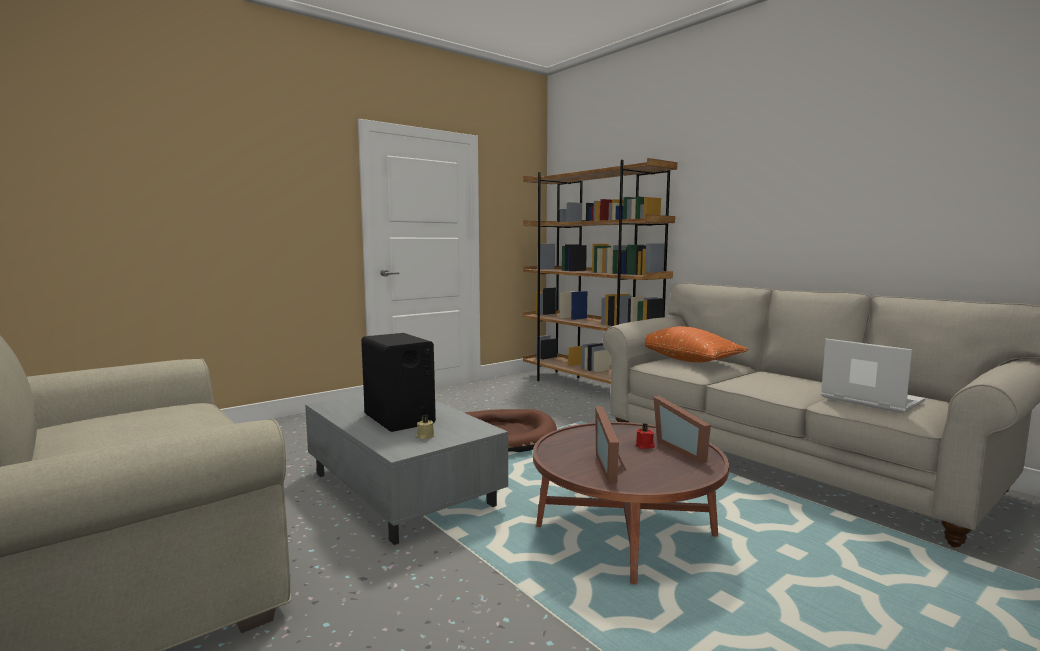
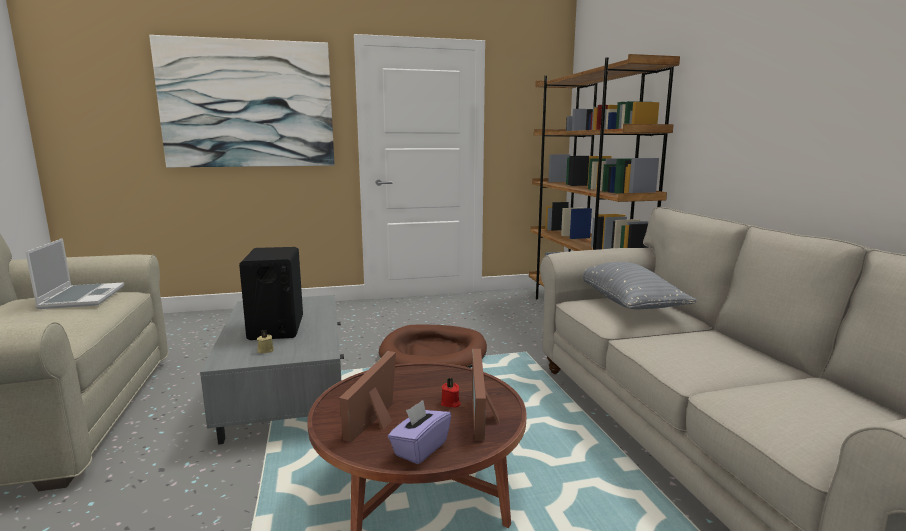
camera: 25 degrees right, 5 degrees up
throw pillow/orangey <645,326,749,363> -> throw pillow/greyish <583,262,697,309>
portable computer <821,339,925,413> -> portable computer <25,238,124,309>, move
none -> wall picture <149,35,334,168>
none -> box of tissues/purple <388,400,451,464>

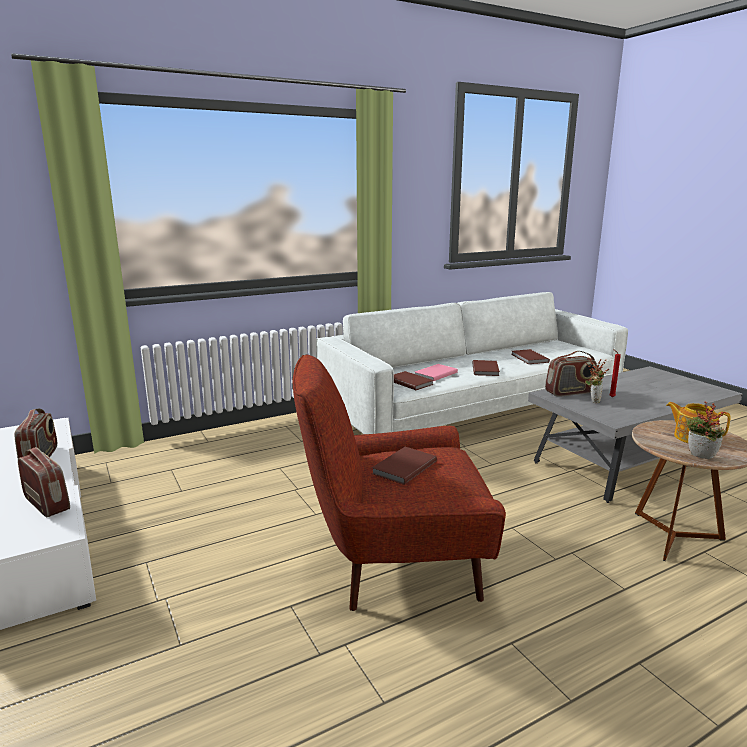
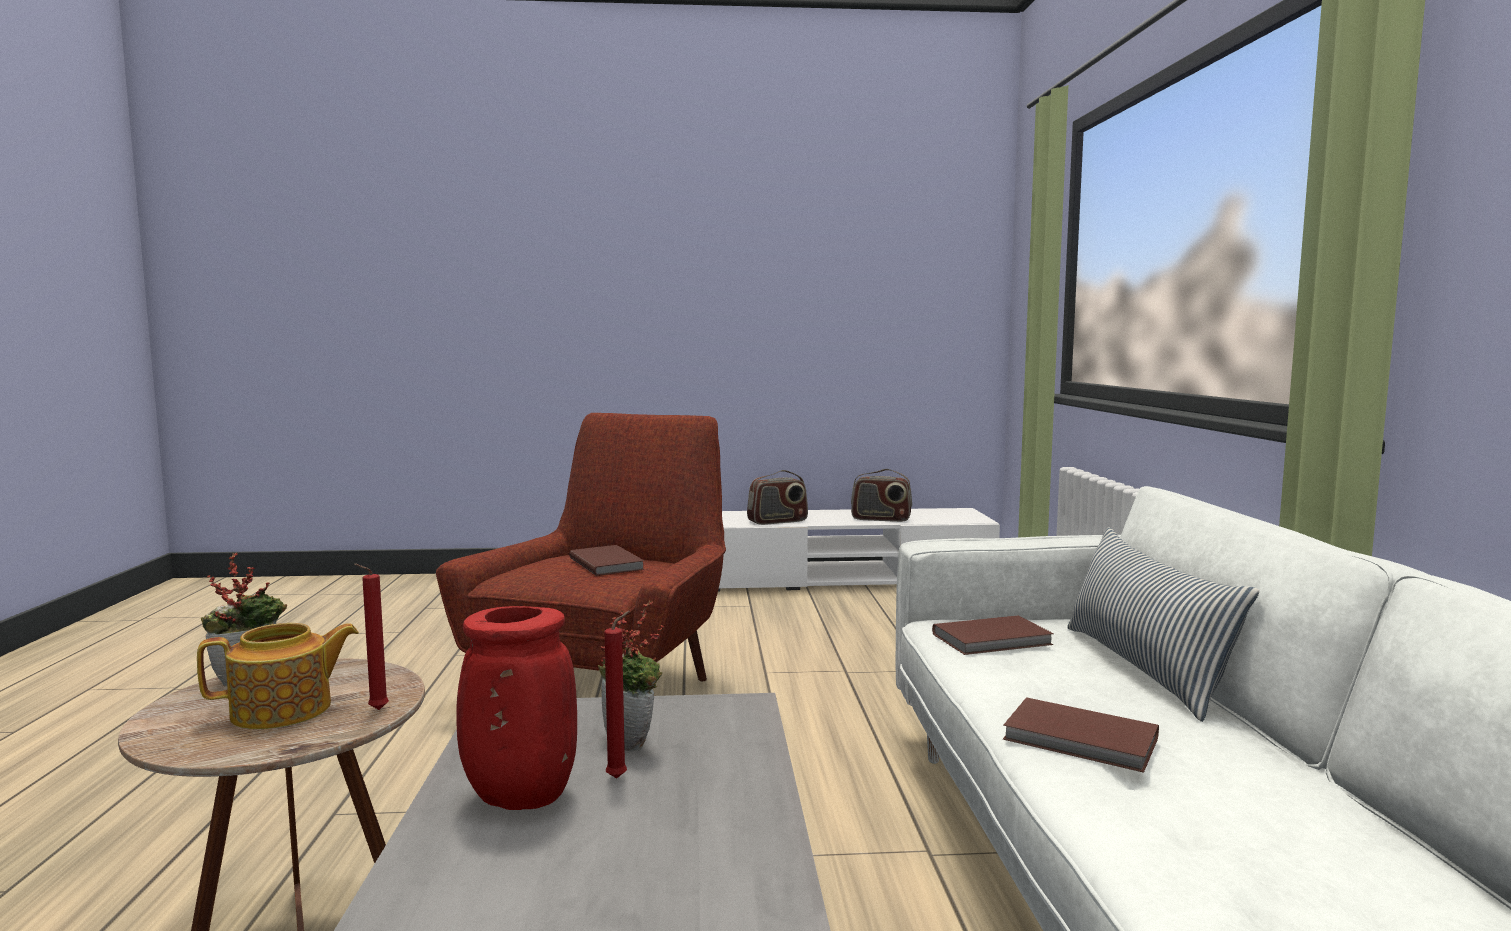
camera: 115 degrees right, 10 degrees down
book/pinkish <415,364,458,381> -> none
book/brown-coloured <511,349,550,364> -> none
radio set <545,351,597,397> -> none
none -> wax light/red-coloured <354,564,389,710>
none -> flower vase/red-coloured <456,606,577,810>
none -> throw pillow <1067,527,1259,722>

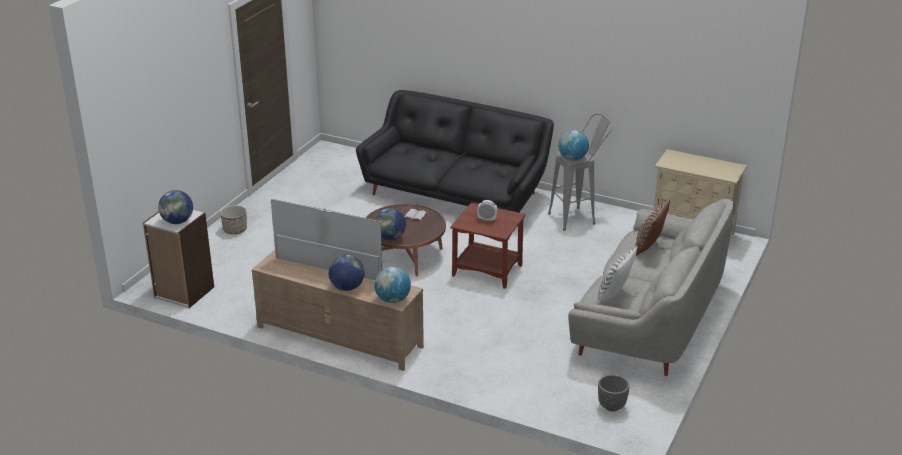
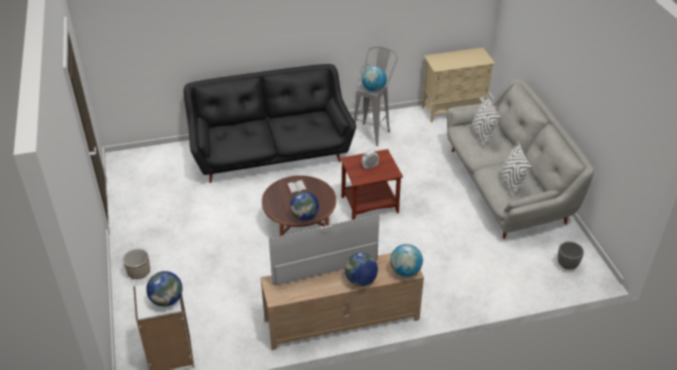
camera: 40 degrees left, 10 degrees up
throw pillow/brown-coloured <635,200,670,256> -> throw pillow/white-coloured <471,95,501,147>

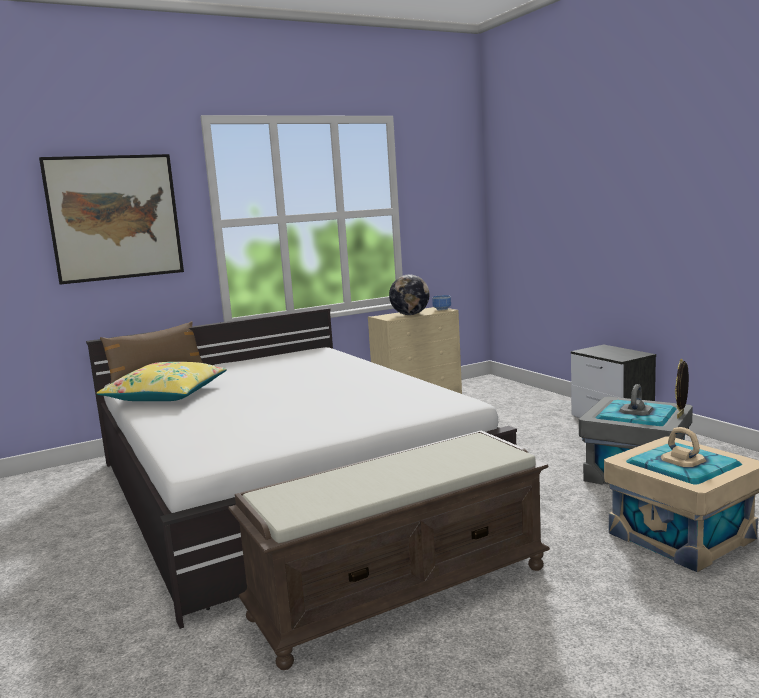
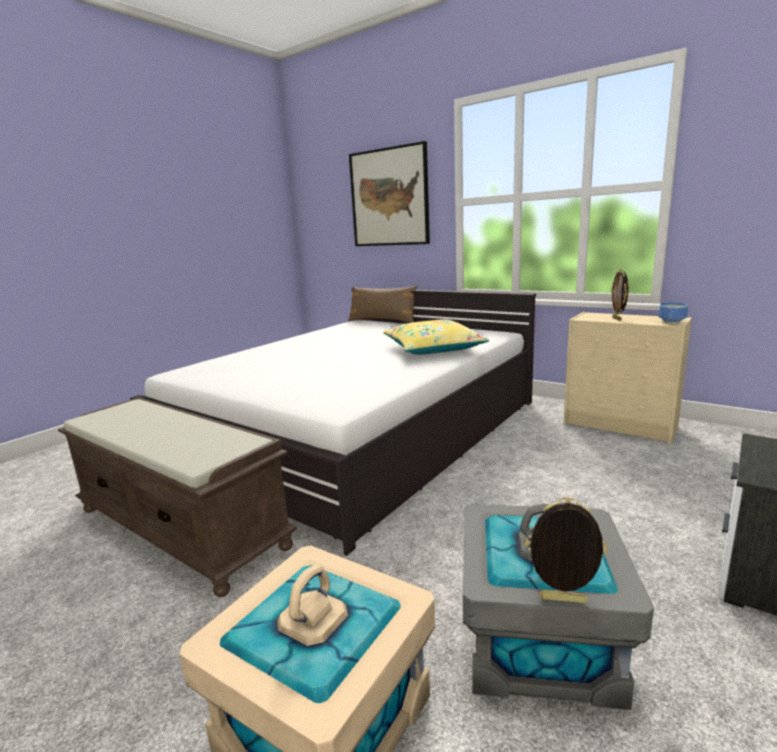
camera: 65 degrees right, 5 degrees up
throw pillow/yellow-coloured <97,362,227,401> -> throw pillow/yellow-coloured <383,319,489,355>, move
globe <389,275,429,315> -> picture frame <611,269,629,321>

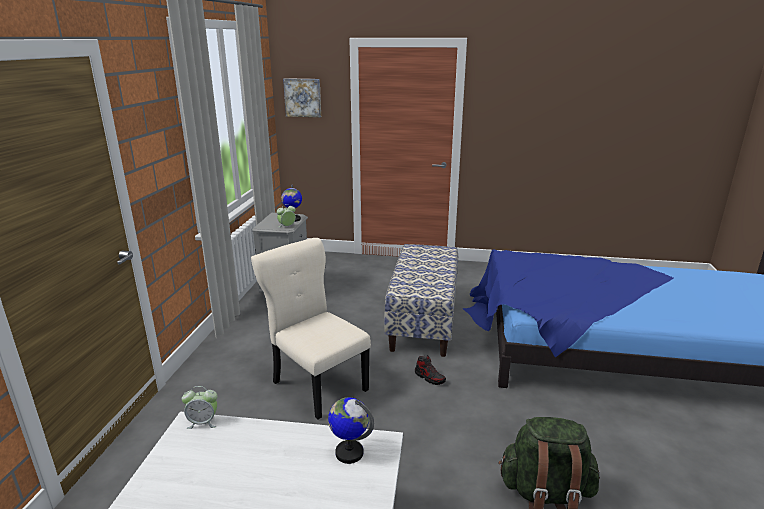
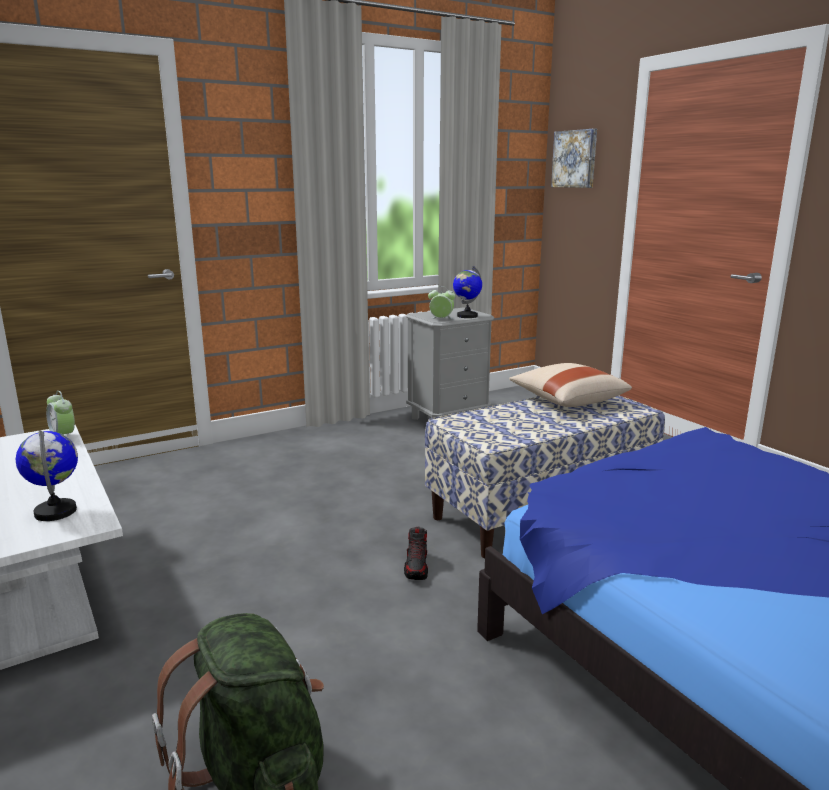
camera: 50 degrees right, 5 degrees down
plain chair/sand-coloured <251,238,371,419> -> none
none -> throw pillow/sand-coloured <509,363,632,407>

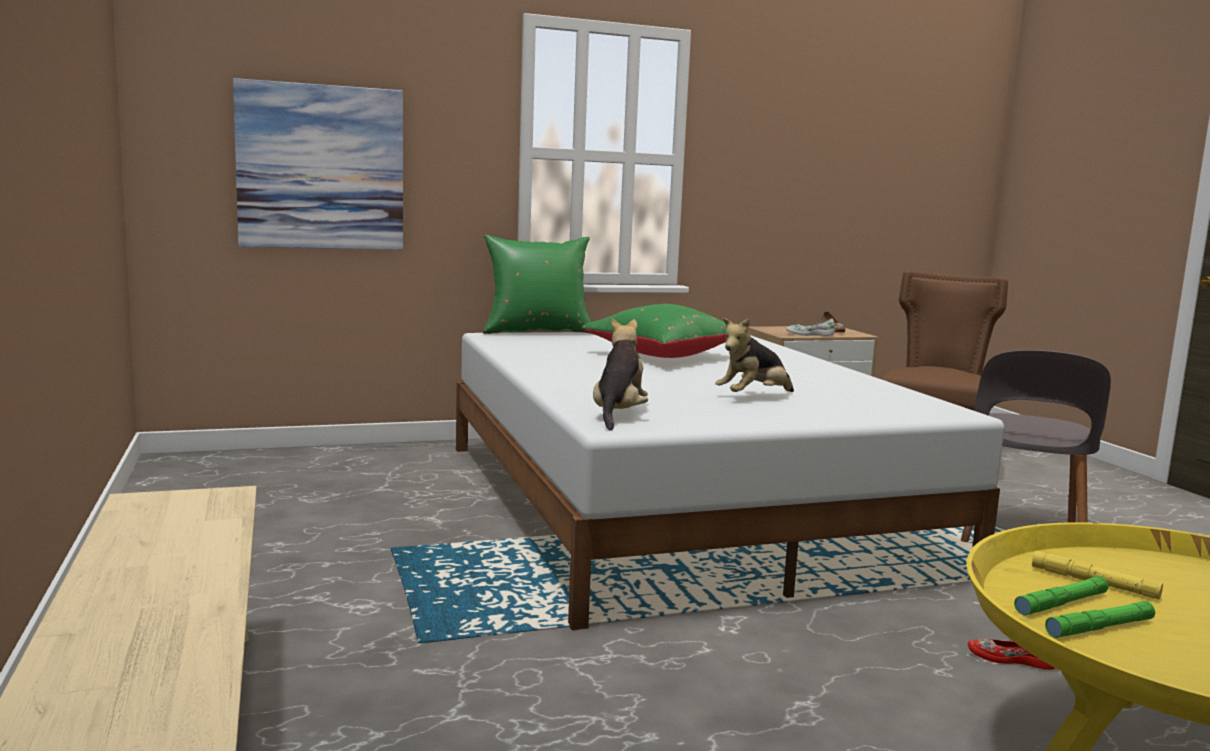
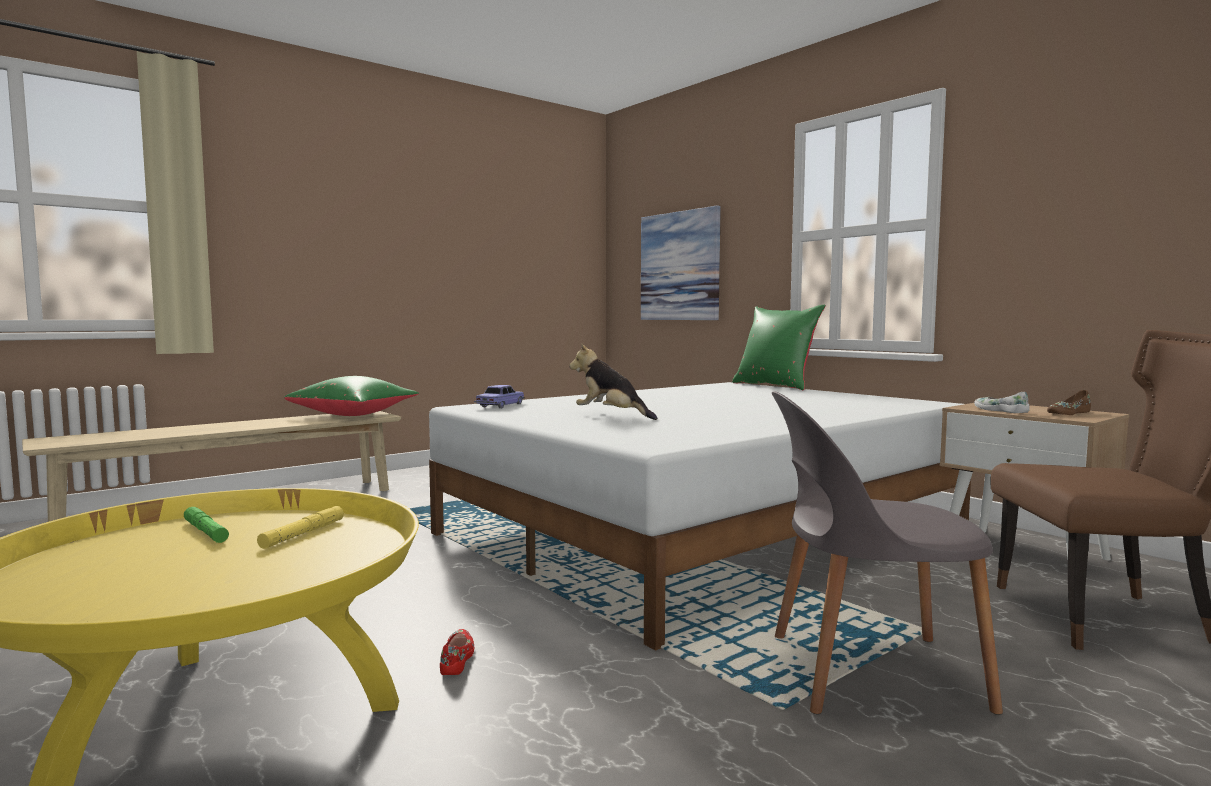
camera: 70 degrees right, 5 degrees down
throw pillow/greenish <582,304,726,358> -> throw pillow/greenish <284,376,419,416>, move
cuddly toy <593,317,648,430> -> model car <474,385,525,408>
torch/greenish <1014,576,1108,616> -> none

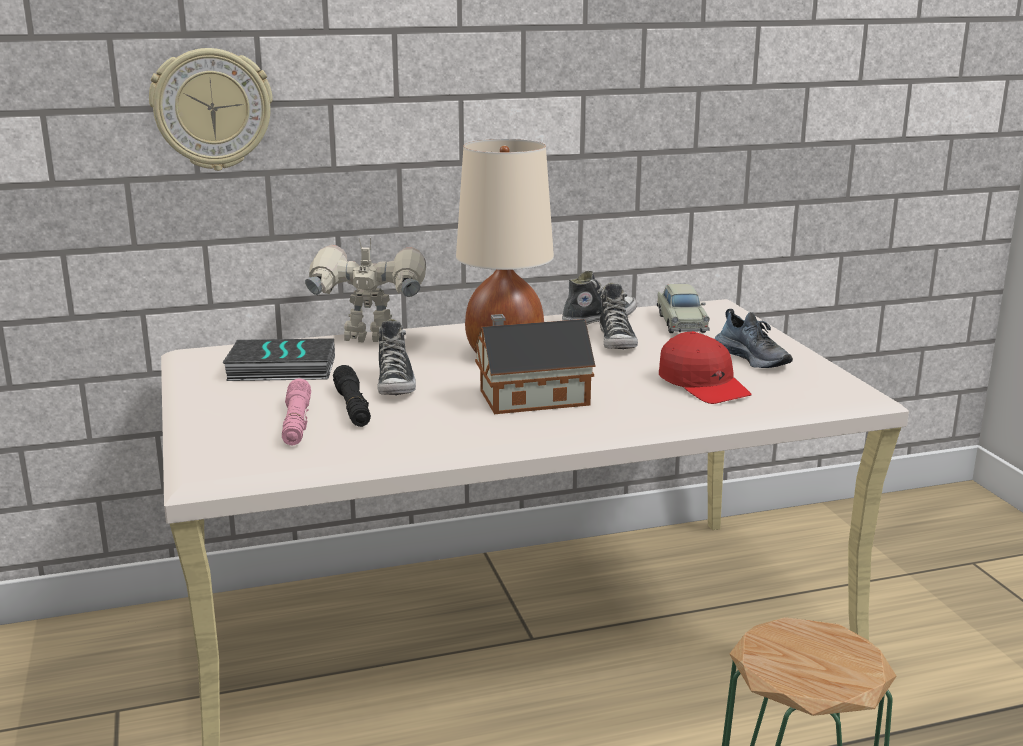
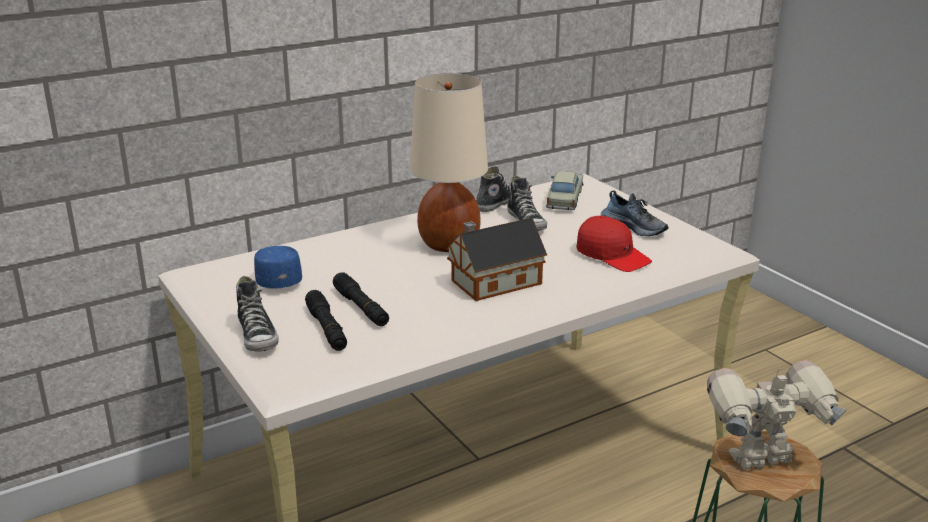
camera: 15 degrees left, 5 degrees up
wall clock <149,48,273,171> -> none
book <222,338,335,381> -> cap/bluish <254,246,302,289>
torch/pinkish <282,379,311,445> -> torch/black <305,290,347,351>
toy robot <305,238,426,342> -> toy robot <707,360,846,470>, move
item of footwear <377,319,416,396> -> item of footwear <236,276,279,352>, move
model car/sand-coloured <657,284,710,333> -> model car/sand-coloured <546,171,583,210>, 150 degrees counterclockwise

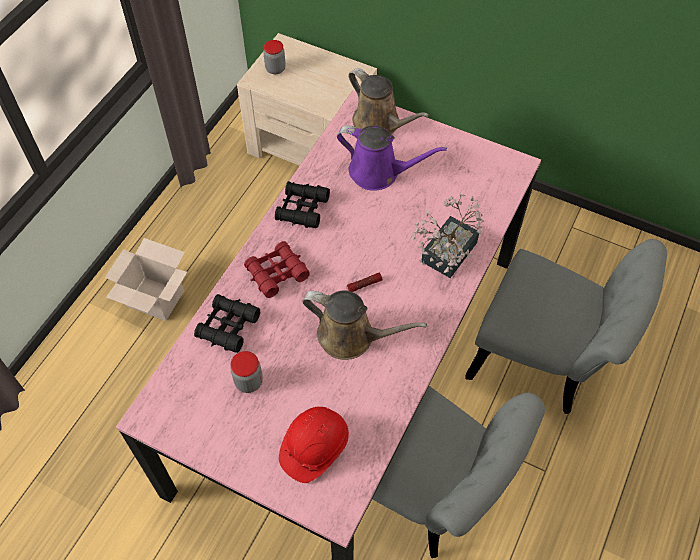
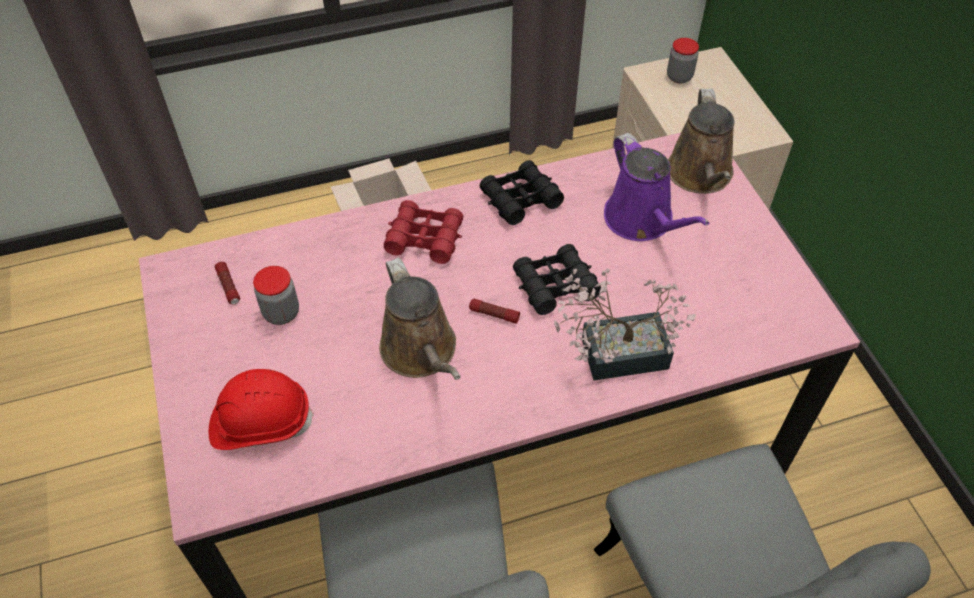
camera: 45 degrees right, 5 degrees down
binoculars/black <194,294,260,353> -> binoculars/black <513,244,601,315>, move
none -> torch <215,262,240,304>

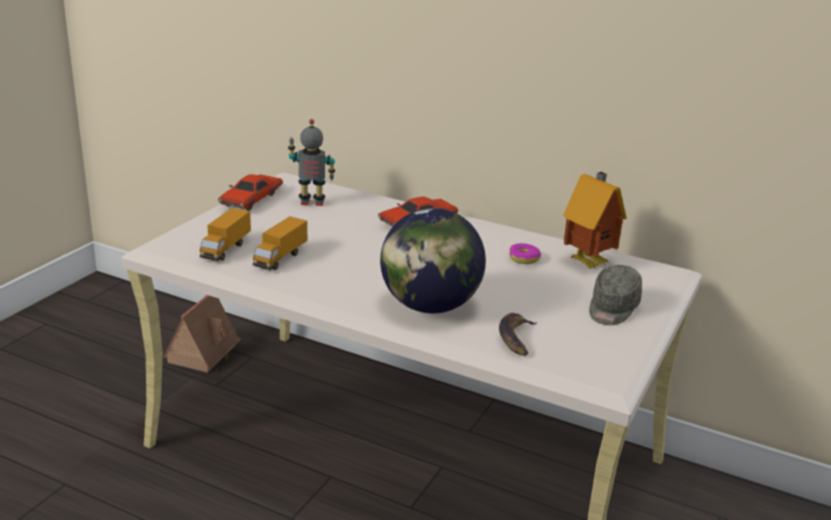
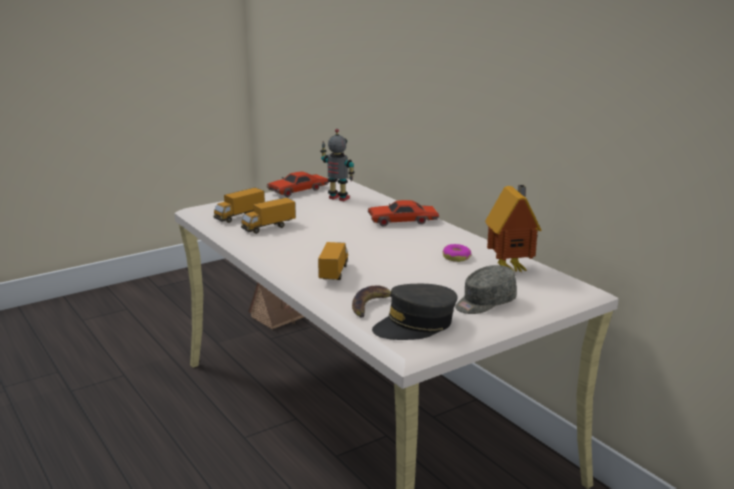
camera: 30 degrees right, 5 degrees down
globe <380,208,486,313> -> toy truck <318,242,348,280>
none -> cap/greyish <372,284,458,340>

